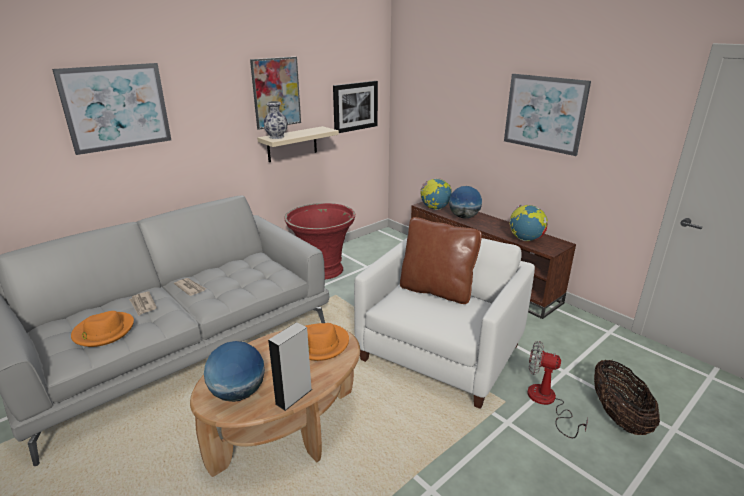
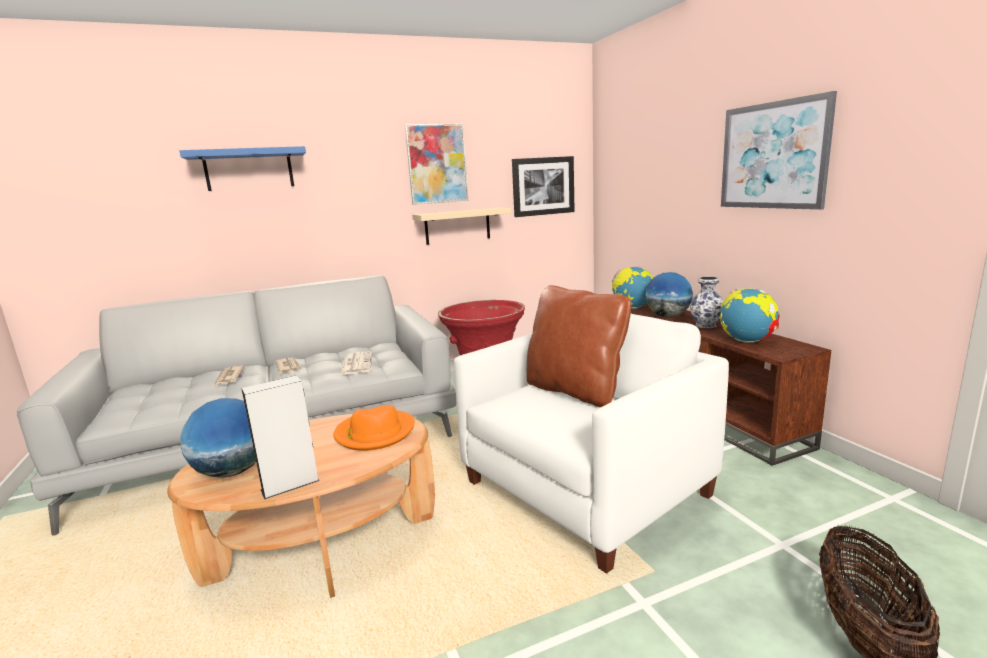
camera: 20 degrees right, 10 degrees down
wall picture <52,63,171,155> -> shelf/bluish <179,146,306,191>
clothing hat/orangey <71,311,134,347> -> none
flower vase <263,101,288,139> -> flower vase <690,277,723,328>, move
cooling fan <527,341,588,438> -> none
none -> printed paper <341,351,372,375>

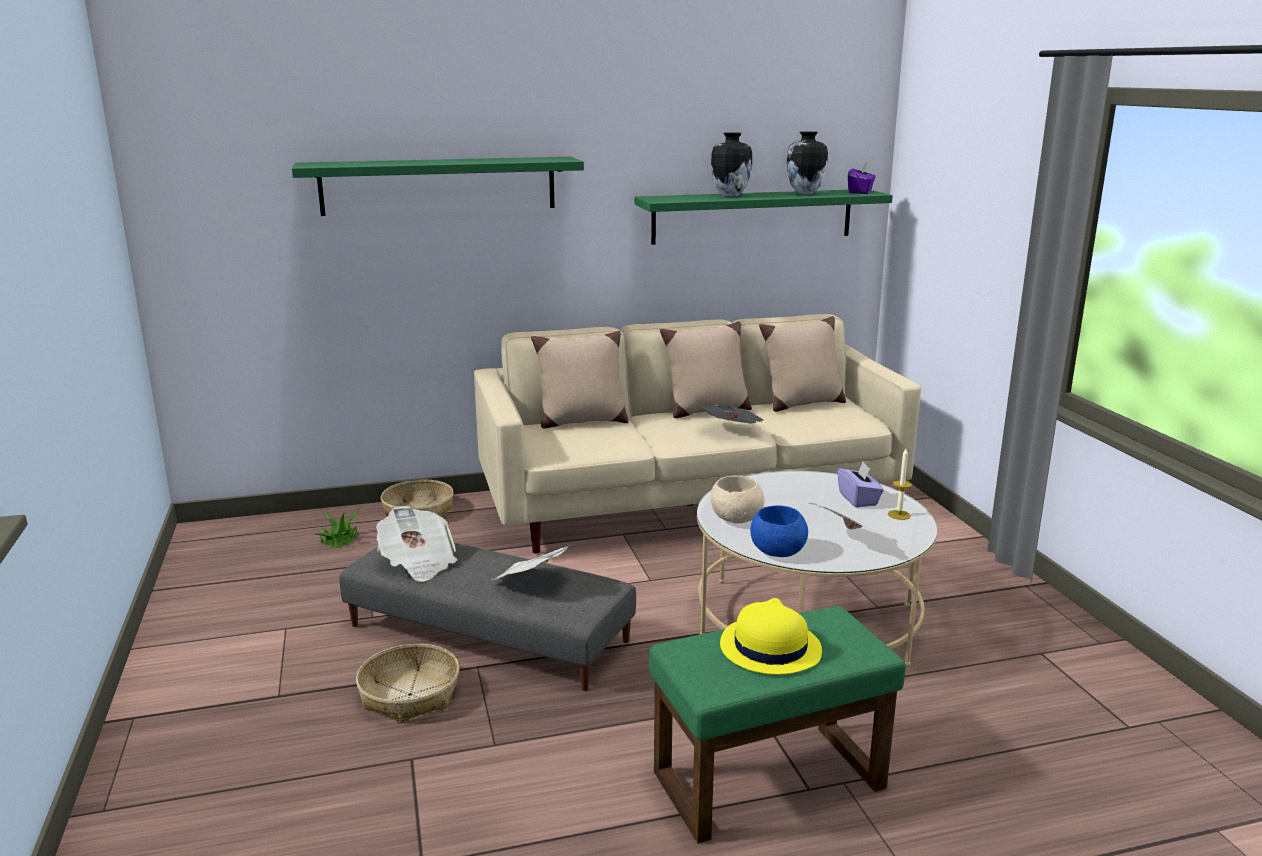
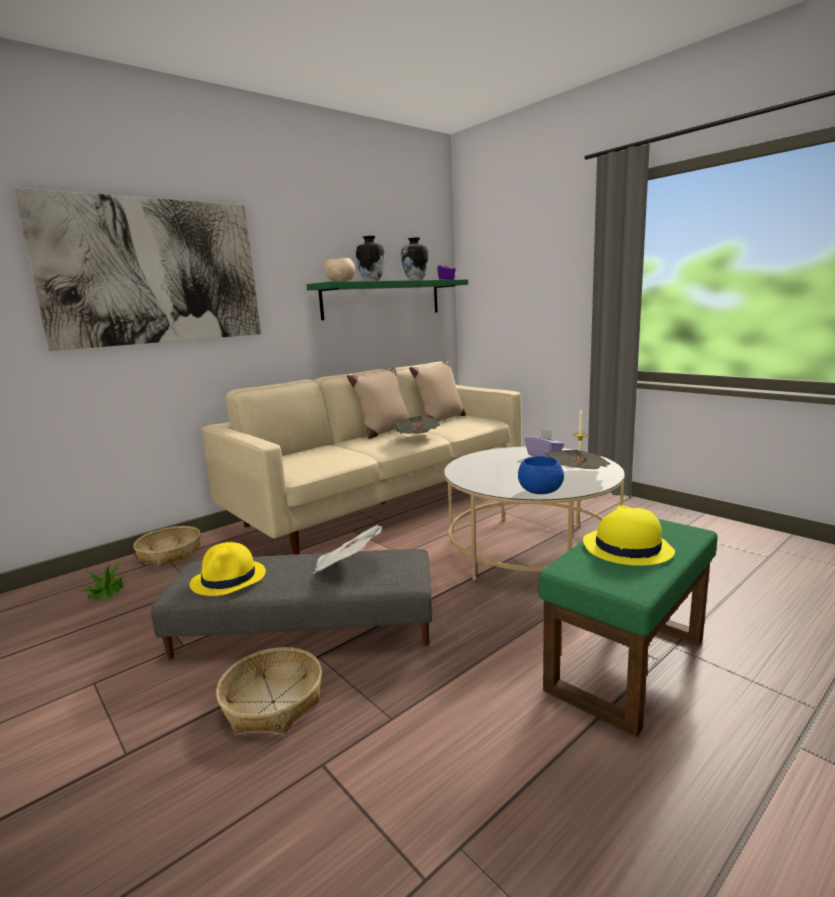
camera: 25 degrees left, 5 degrees down
shelf/greenish <292,157,584,216> -> wall picture <13,187,261,351>
printed paper <376,506,457,582> -> clothing hat/yellow-coloured <190,542,266,596>
throw pillow/sand-coloured <531,331,629,428> -> none
bowl/sand-coloured <711,476,764,523> -> bowl/sand-coloured <325,258,355,282>, move

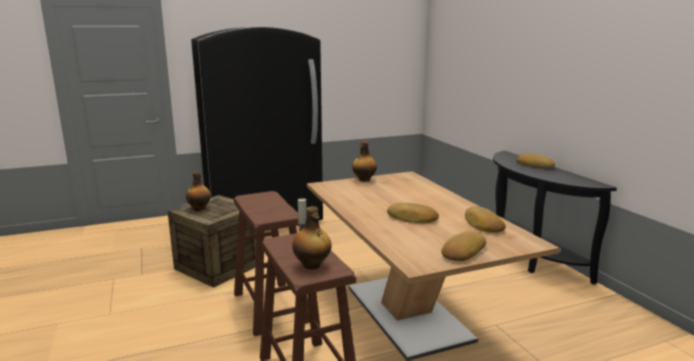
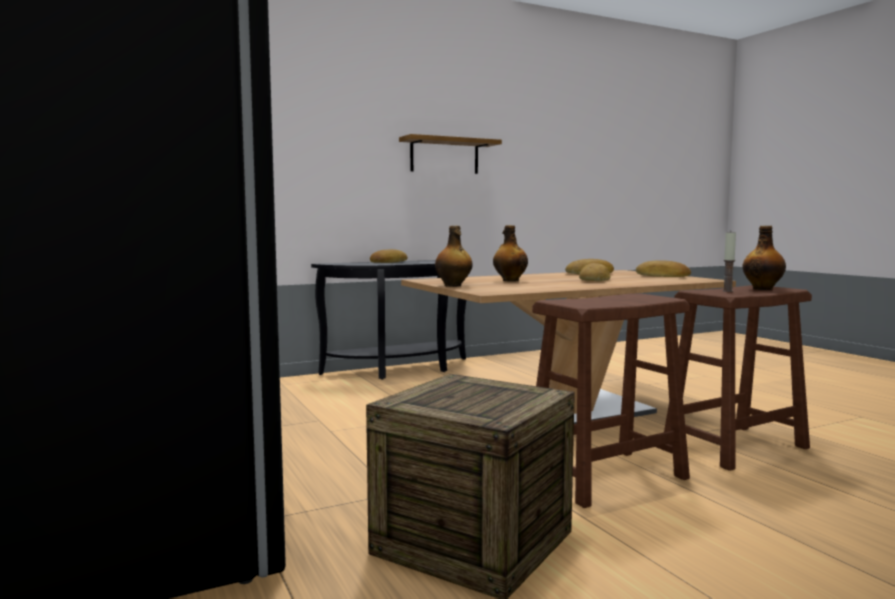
camera: 95 degrees left, 10 degrees down
beverage bottle <186,171,211,211> -> beverage bottle <493,225,528,282>, move
none -> shelf <399,134,502,174>

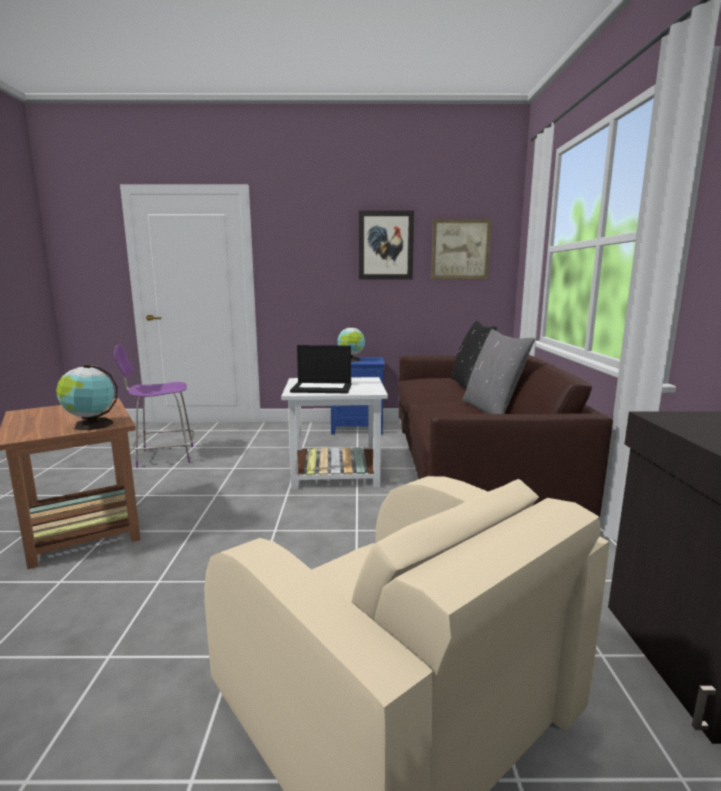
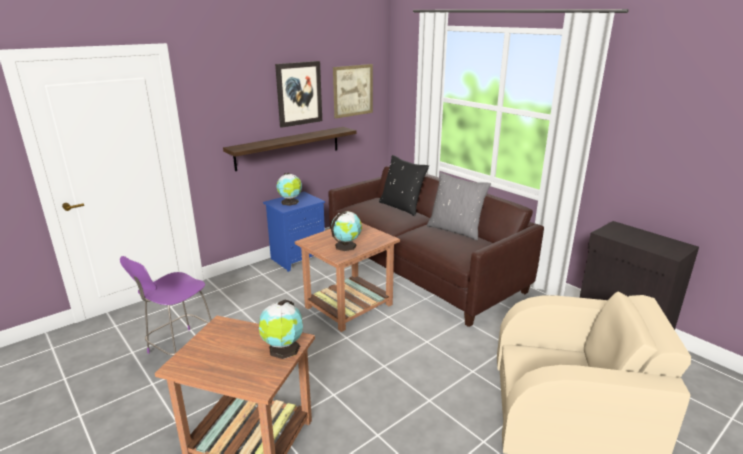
camera: 40 degrees left, 10 degrees up
end table/white-coloured <281,377,388,489> -> end table/brown-coloured <295,223,400,332>
portable computer <290,345,351,393> -> globe <331,211,362,251>
none -> shelf <223,127,357,171>

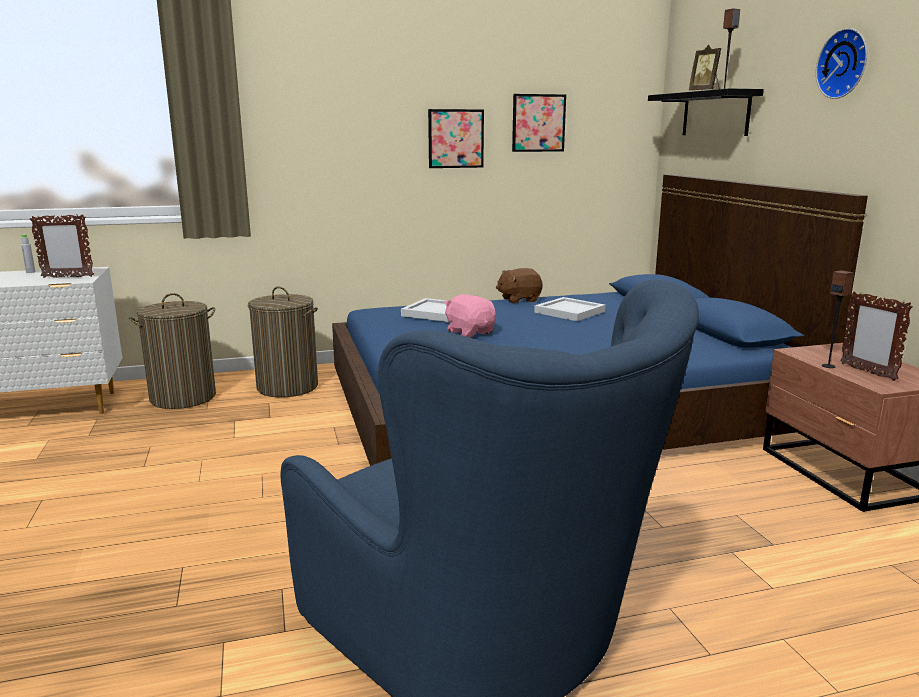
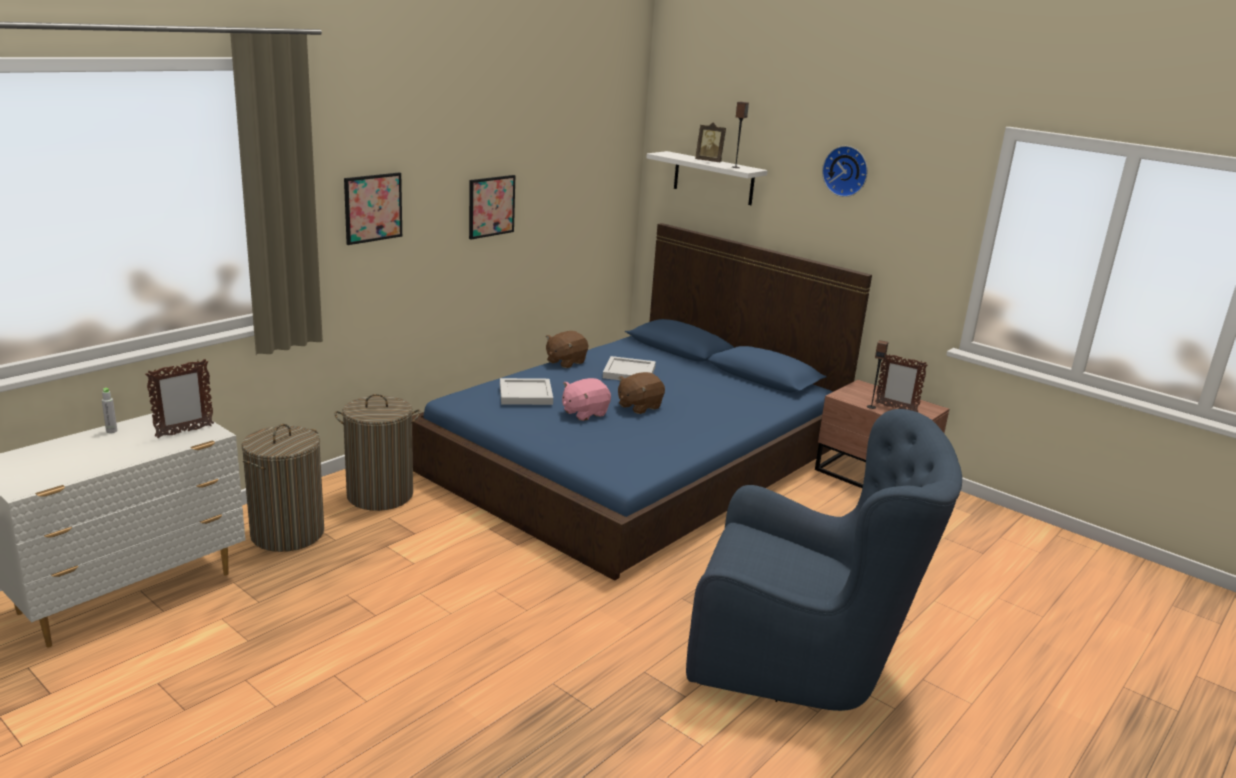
camera: 35 degrees left, 5 degrees up
cuddly toy/pinkish <444,294,496,337> -> cuddly toy/pinkish <562,378,611,421>, 60 degrees counterclockwise
wall picture <512,94,566,152> -> wall picture <344,172,402,245>, move
shelf/black <648,88,764,136> -> shelf/white-coloured <646,151,768,205>
none -> cuddly toy/brown-coloured <618,372,665,414>

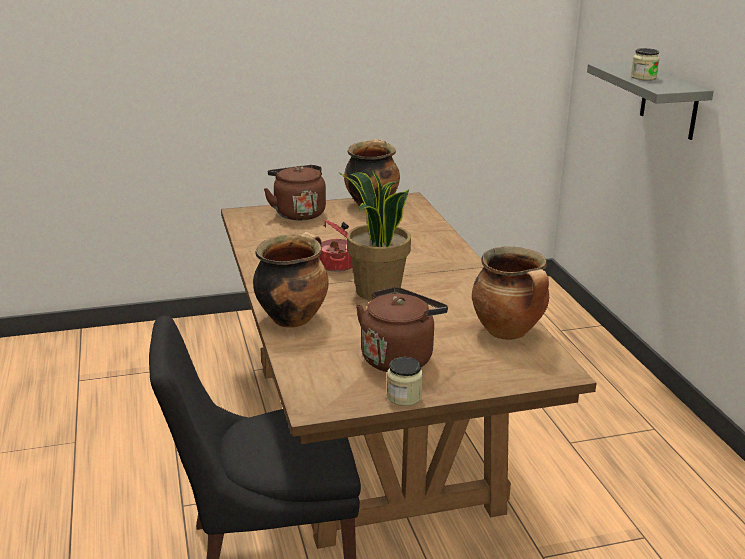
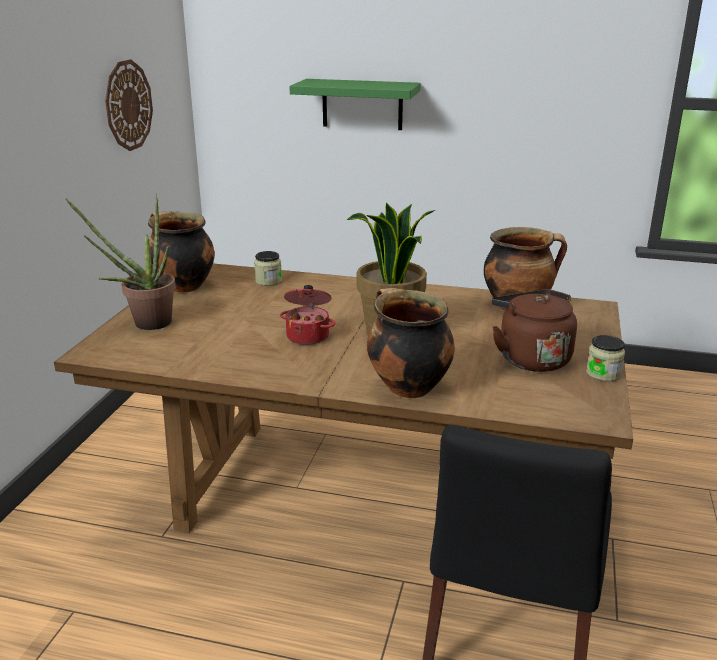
camera: 60 degrees left, 0 degrees up
water kettle/brown-coloured <264,165,326,221> -> houseplant <66,193,176,330>
shelf/greyish <587,62,714,140> -> shelf/greenish <289,79,421,130>
preserve jar <631,48,660,80> -> preserve jar <254,251,282,286>, move
none -> wall clock <105,59,153,151>

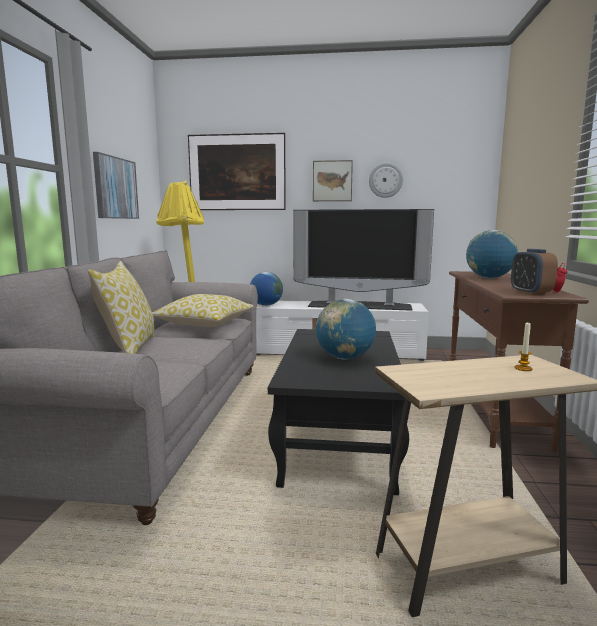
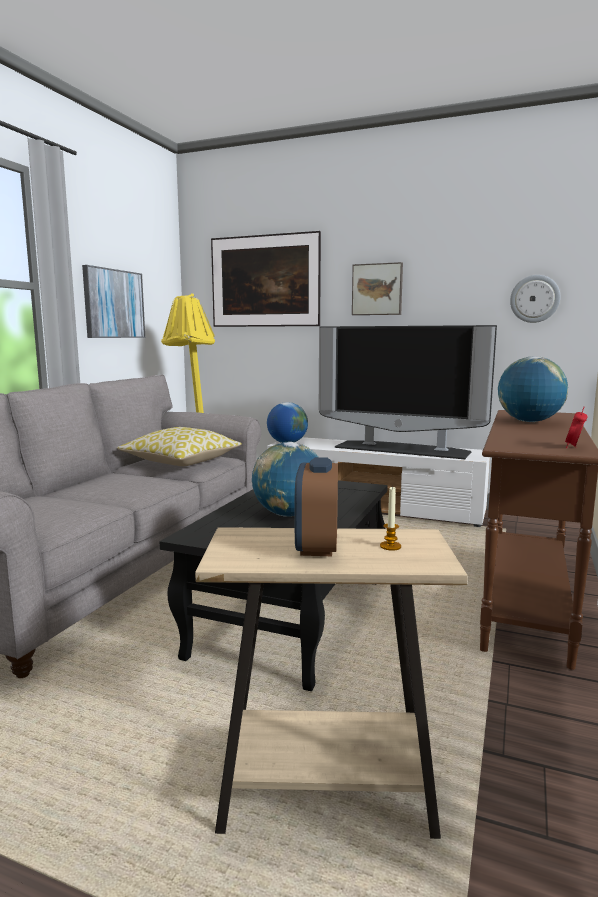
camera: 15 degrees right, 0 degrees up
throw pillow <88,261,155,354> -> none
wall clock <369,163,403,198> -> wall clock <510,275,560,323>, move
alarm clock <511,249,558,295> -> alarm clock <295,457,338,556>, move

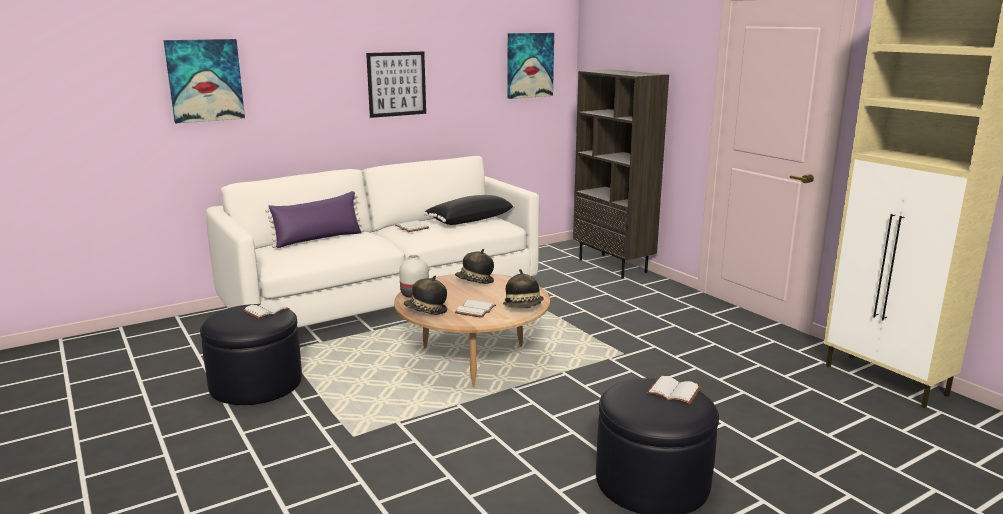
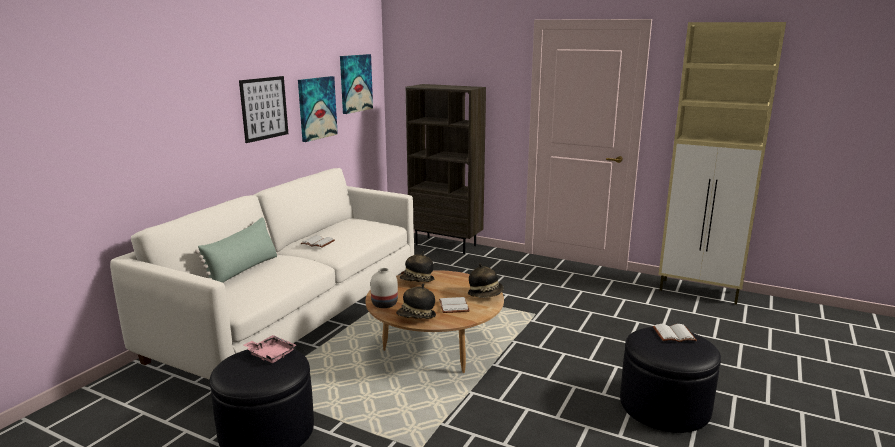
camera: 30 degrees left, 0 degrees up
wall picture <163,39,245,123> -> wall picture <298,76,338,142>, move
book/white-coloured <243,300,289,319> -> serving tray/pinkish <243,335,297,363>
throw pillow/purple <265,191,364,248> -> throw pillow/greenish <195,217,278,283>
throw pillow/black <424,195,515,225> -> none

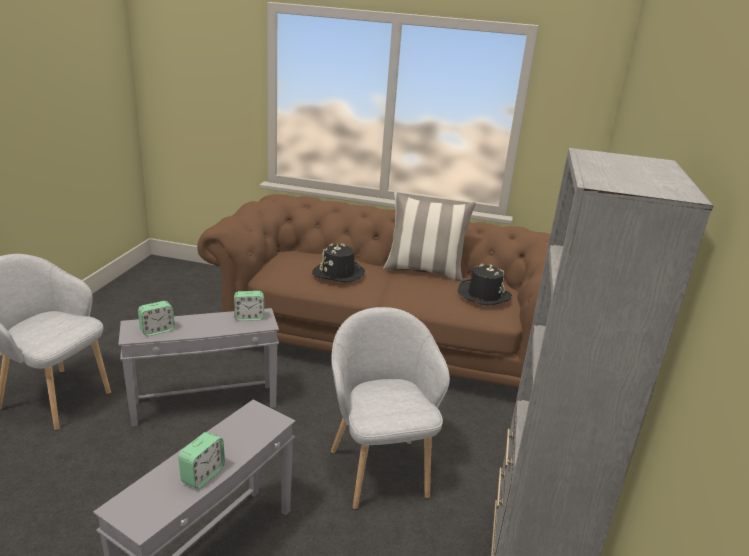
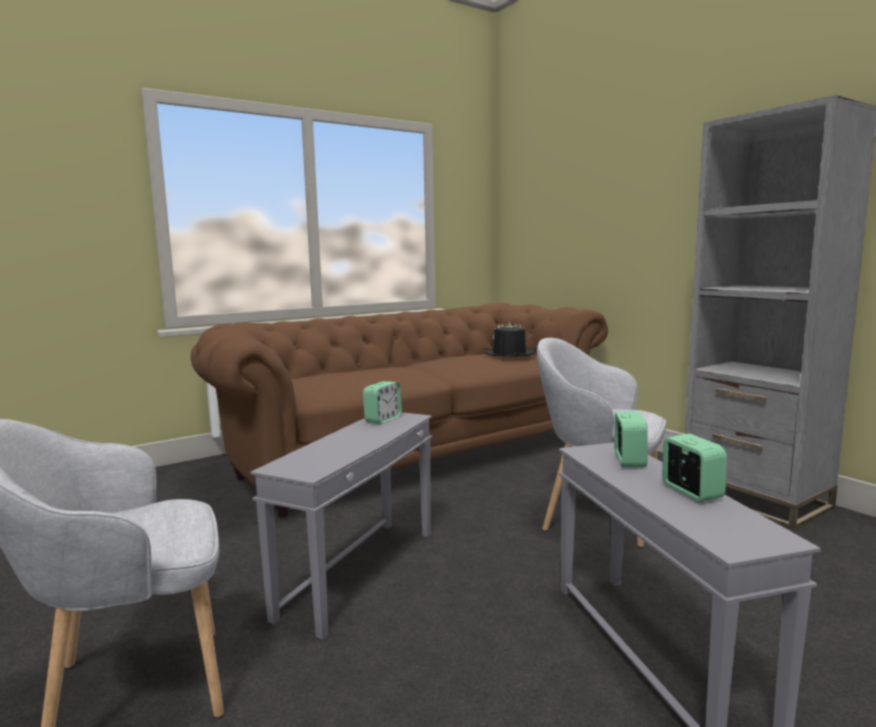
camera: 45 degrees left, 15 degrees down
alarm clock <138,301,175,336> -> alarm clock <615,411,648,468>, move
clothing hat/black <312,244,365,283> -> none
throw pillow <383,192,476,282> -> none

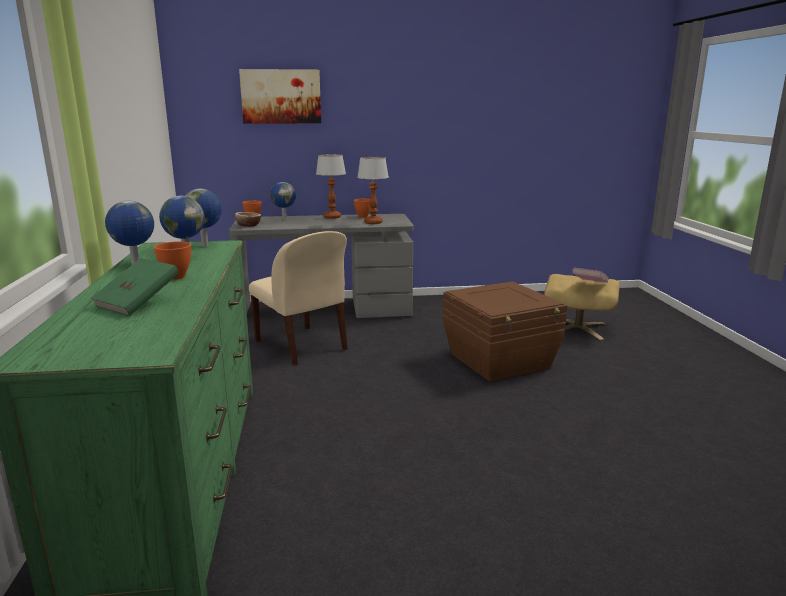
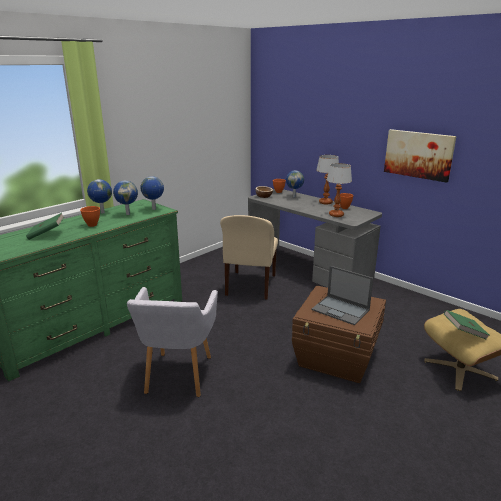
camera: 50 degrees right, 5 degrees up
wall picture <239,69,321,124> -> wall picture <384,129,456,183>, move
book/pinkish <573,268,609,283> -> book/greenish <444,310,489,340>
none -> easy chair/greyish <127,287,218,397>
none -> portable computer <312,266,373,325>

